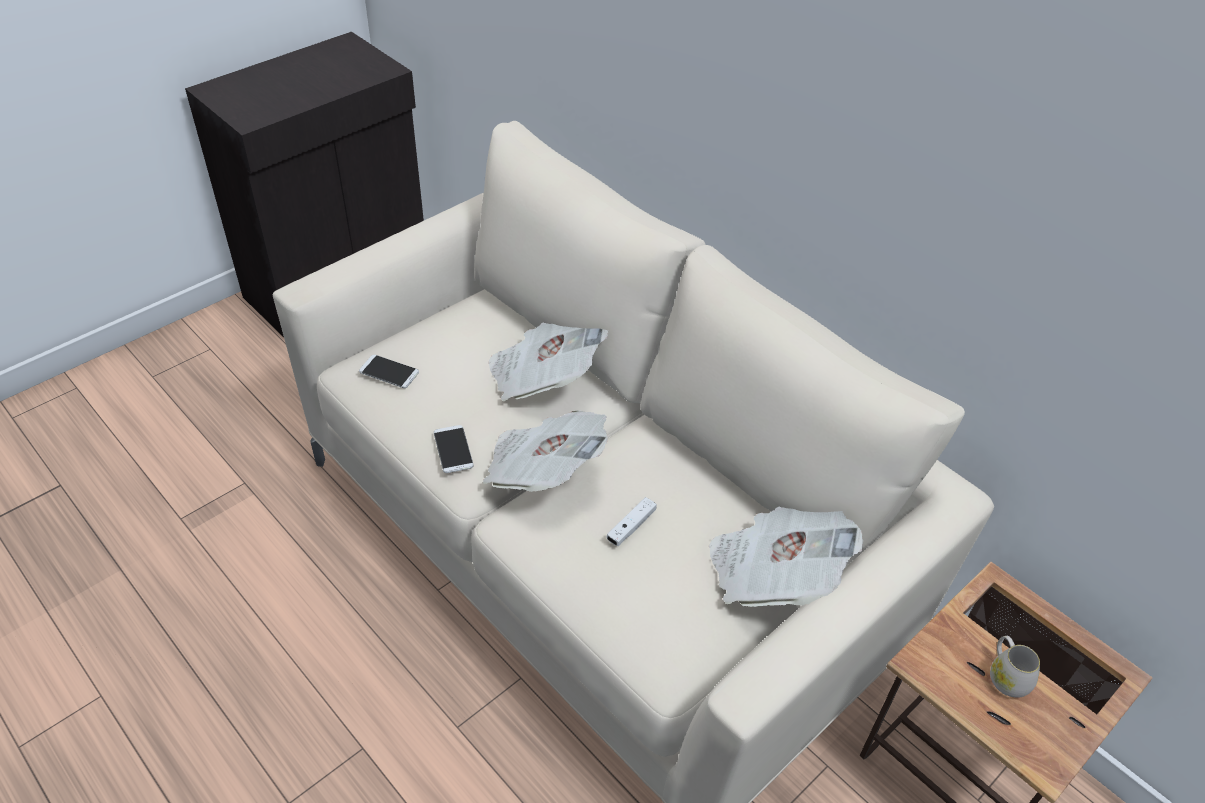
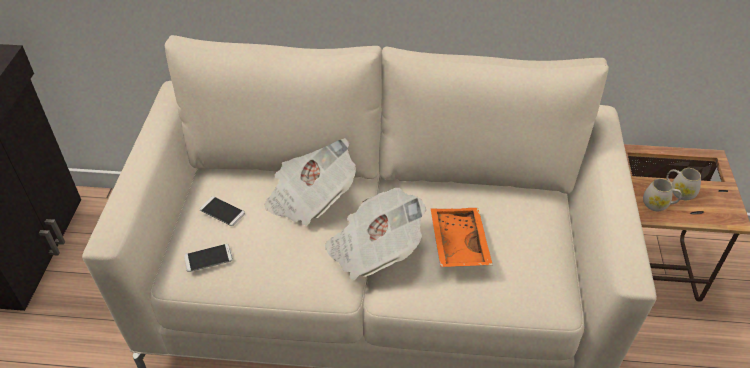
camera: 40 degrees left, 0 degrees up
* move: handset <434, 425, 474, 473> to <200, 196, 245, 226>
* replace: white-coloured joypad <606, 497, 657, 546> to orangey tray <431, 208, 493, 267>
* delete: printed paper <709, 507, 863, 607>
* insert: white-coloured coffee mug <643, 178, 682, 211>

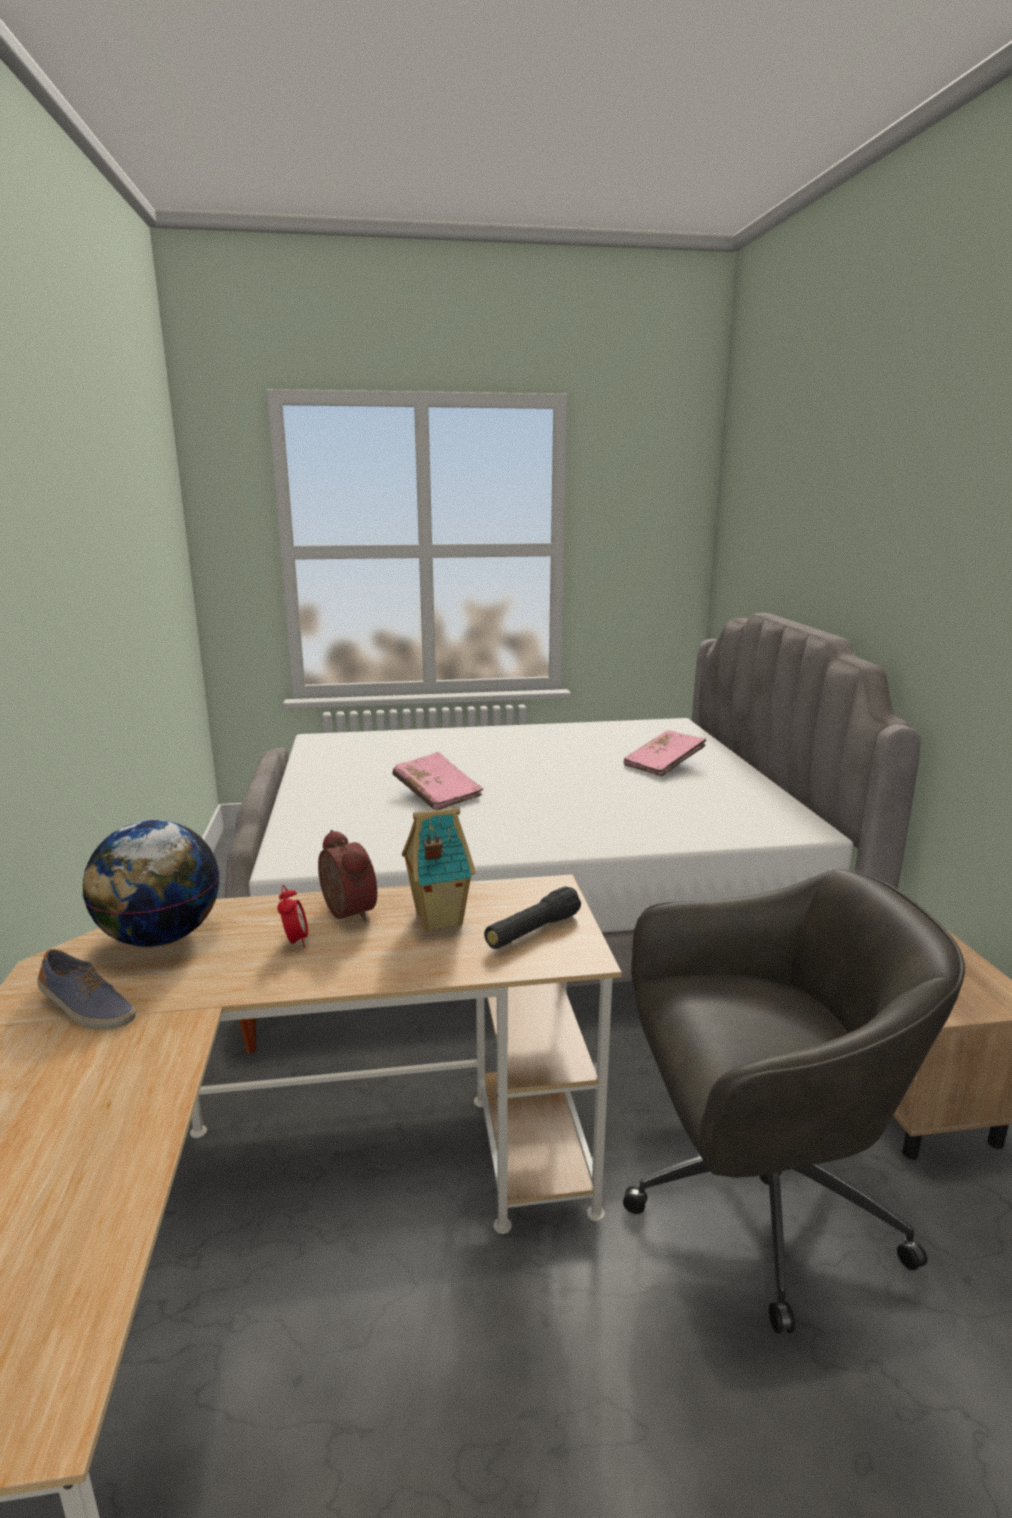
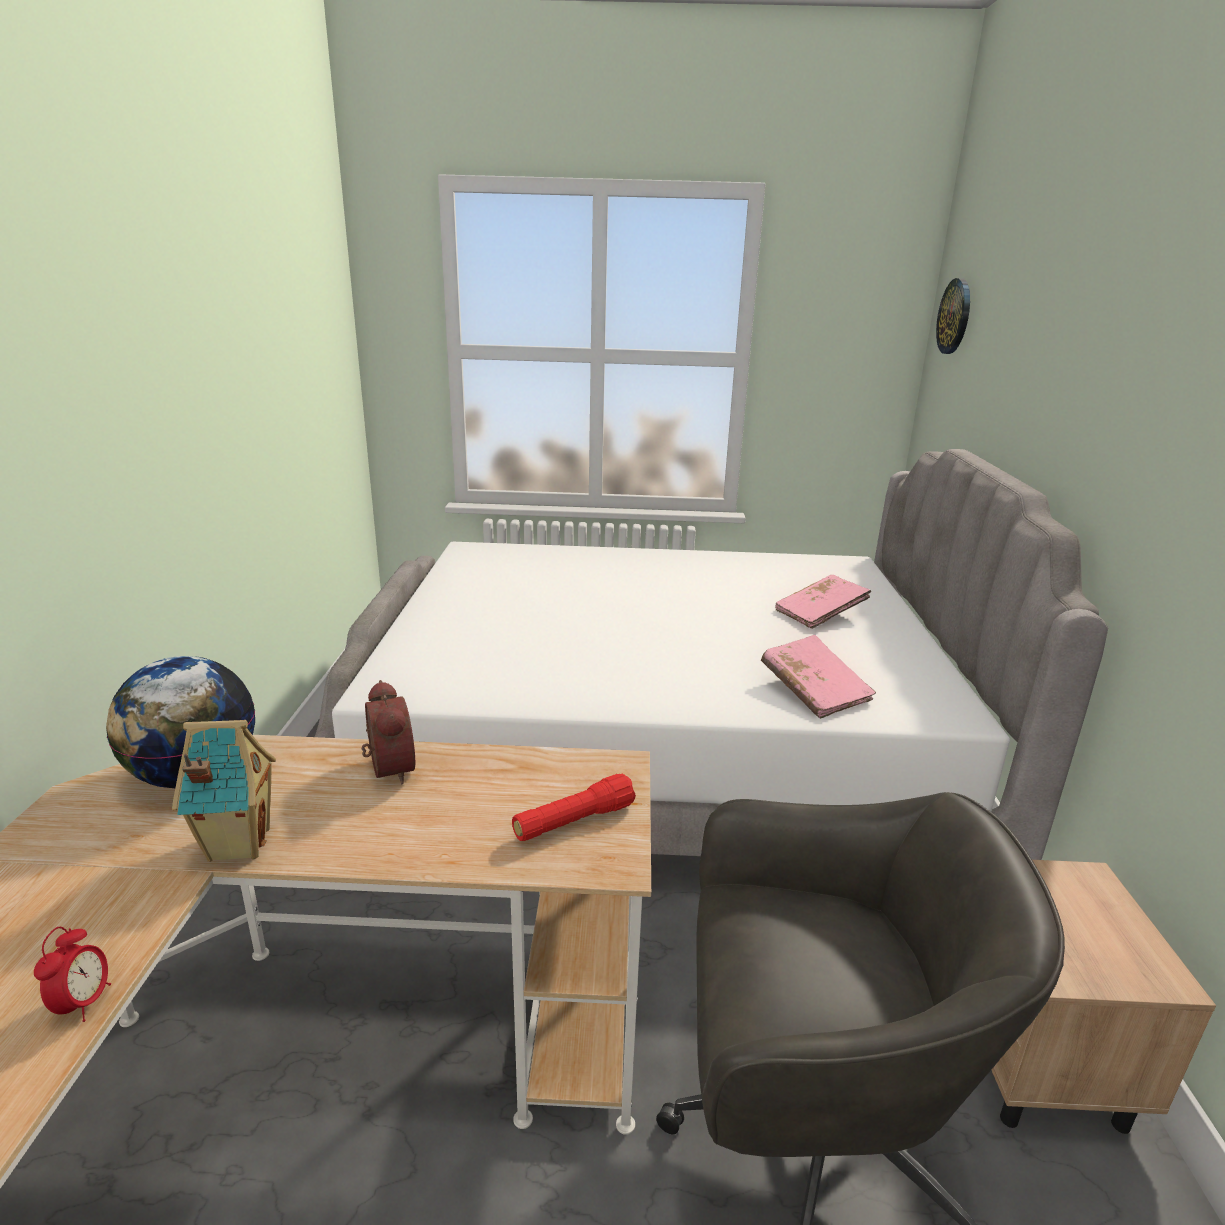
camera: 10 degrees right, 5 degrees up
* move: pinkish bound book <392, 752, 483, 810> to <761, 635, 876, 719>
* move: model house <402, 807, 475, 931> to <172, 720, 276, 862>
* move: table clock <277, 885, 308, 948> to <34, 927, 111, 1022>
* recolor: black hand torch <484, 886, 581, 949> to reddish hand torch <512, 774, 636, 841>
* delete: shoe <37, 949, 136, 1030>
* insert: clock on the wall <936, 278, 970, 354>

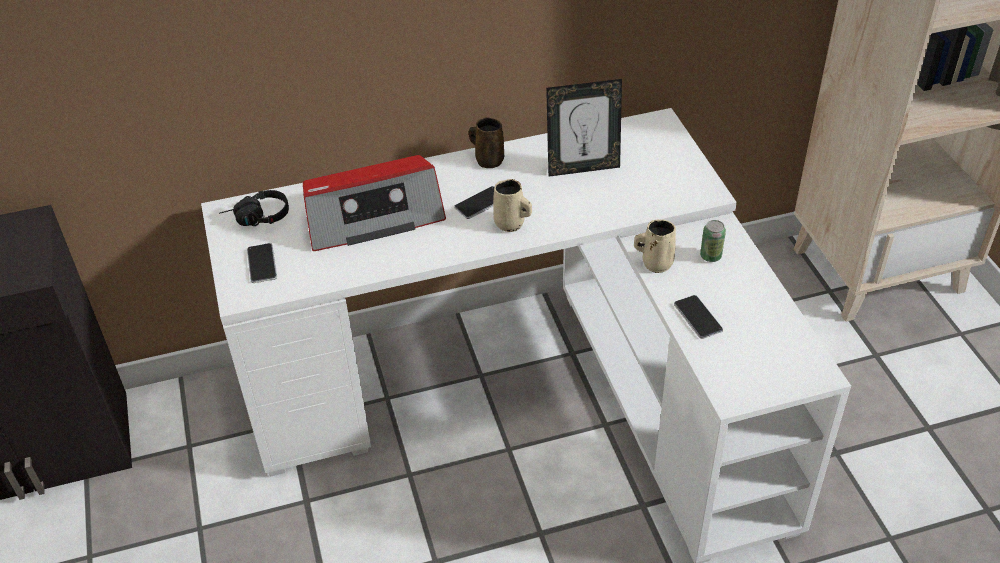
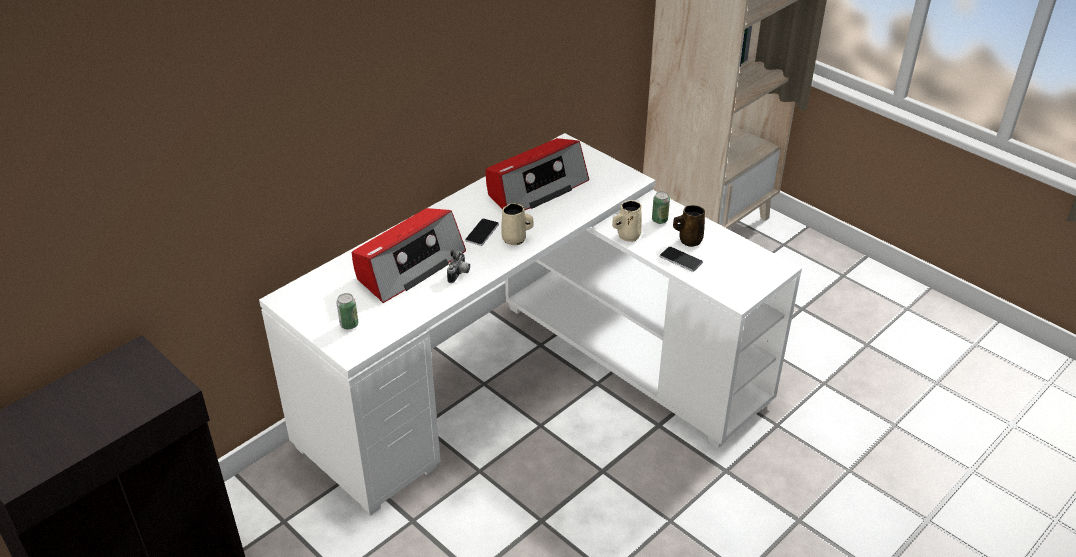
camera: 30 degrees left, 5 degrees down
* replace: photo frame <546, 79, 622, 177> to radio <486, 138, 589, 211>
* move: brown coffee mug <469, 118, 504, 168> to <673, 205, 705, 247>
* delete: black pair of headphones <219, 190, 289, 226>
* replace: handset <247, 243, 277, 283> to can <336, 293, 358, 330>
* insert: still camera <447, 250, 470, 283>

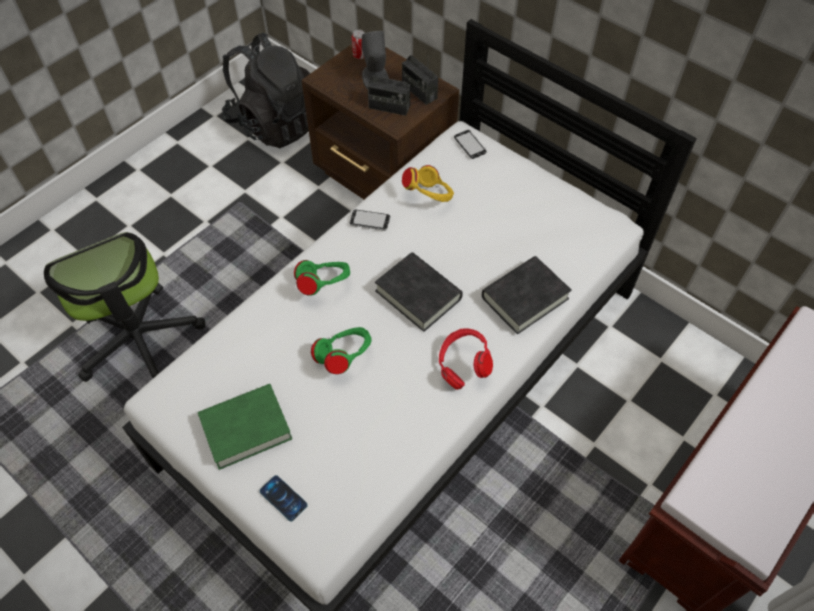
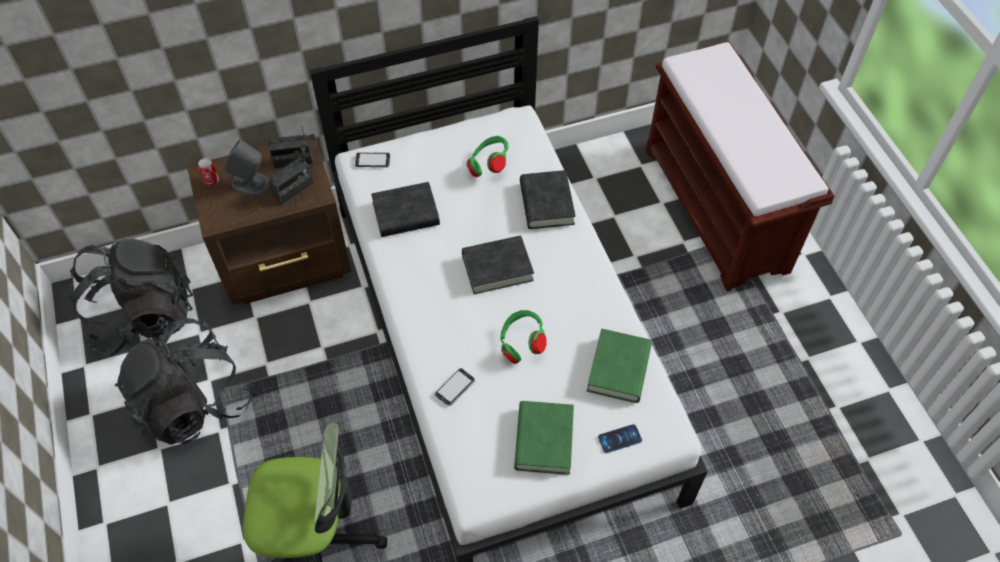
camera: 60 degrees left, 0 degrees up
* replace: yellow pair of headphones <402, 165, 454, 202> to black bound book <371, 182, 440, 237>
* move: handset <349, 209, 390, 231> to <435, 368, 476, 406>
* move: green pair of headphones <294, 260, 350, 296> to <467, 136, 509, 177>
* delete: reddish pair of headphones <439, 328, 493, 390>
* insert: black knapsack <114, 318, 254, 445>
* insert: green bound book <587, 329, 652, 403>

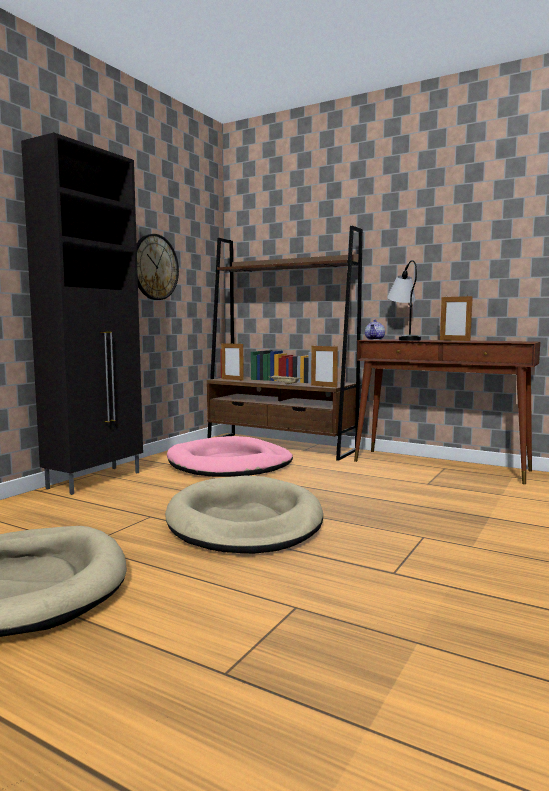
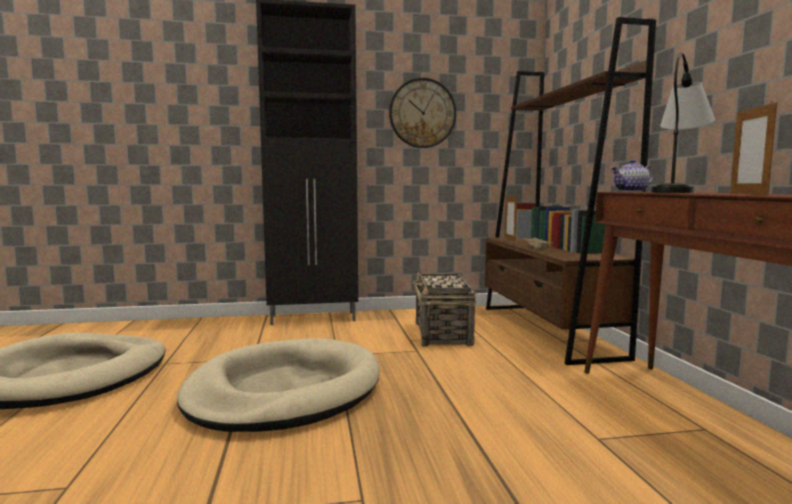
camera: 50 degrees right, 0 degrees up
* delete: photo frame <311, 344, 338, 387>
* replace: pinkish dog cushion <167, 436, 293, 477> to storage basket <412, 269, 476, 347>

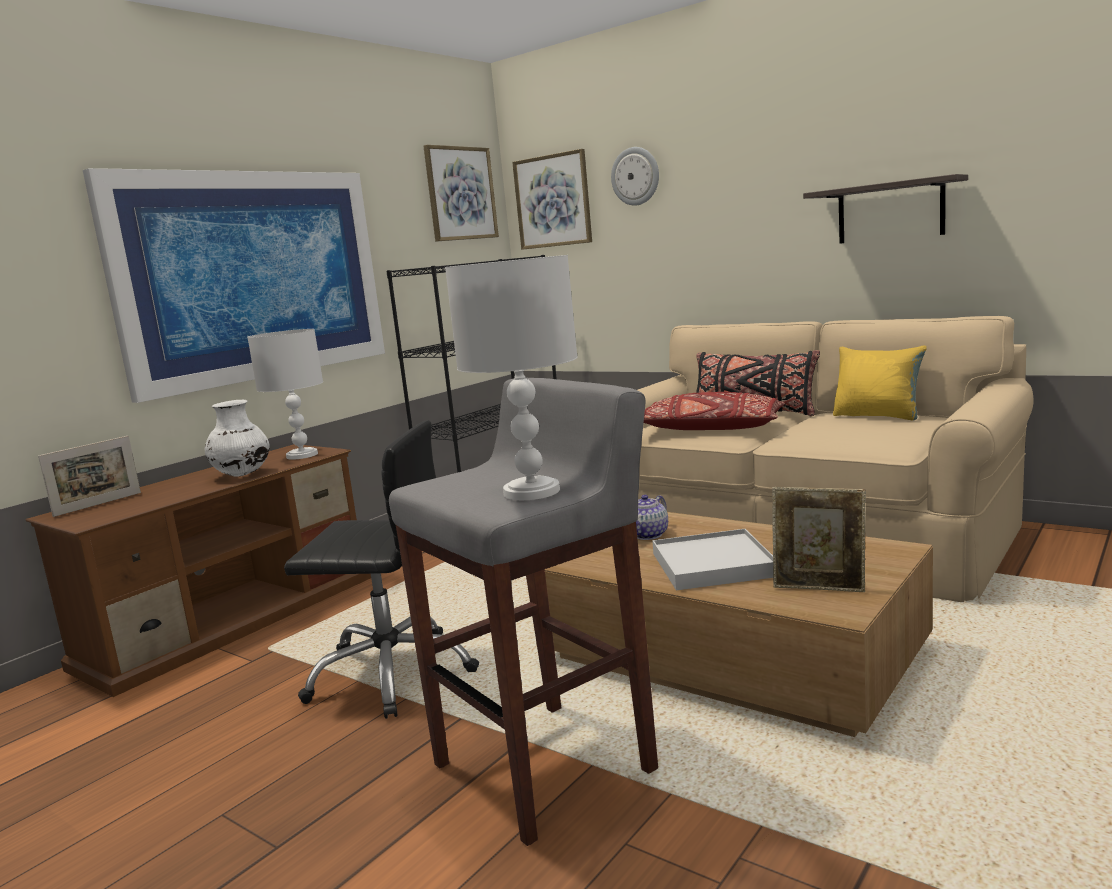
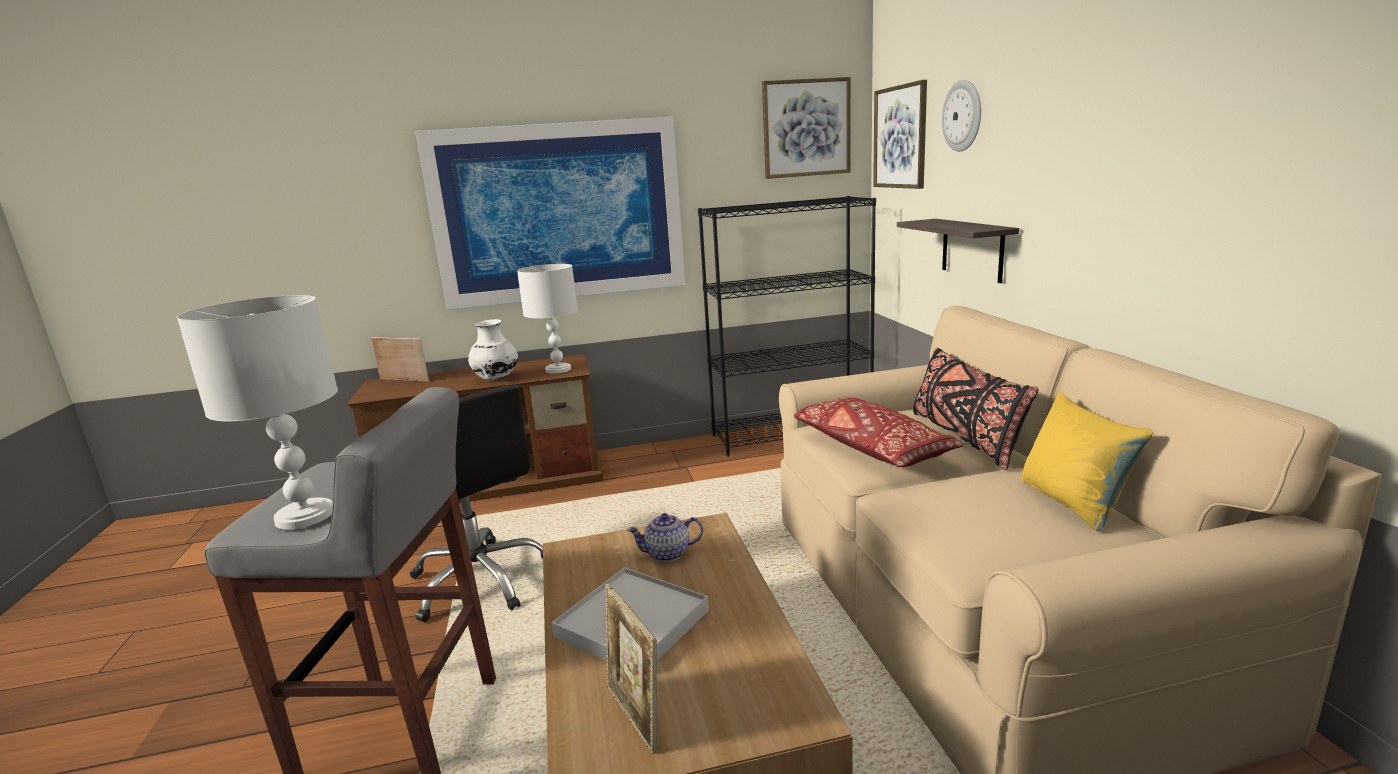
camera: 40 degrees right, 5 degrees up
* move: wall shelf <803, 174, 968, 244> to <897, 219, 1019, 283>
* rotate: photo frame <38, 436, 141, 517> = <371, 337, 429, 382> 150 degrees counterclockwise

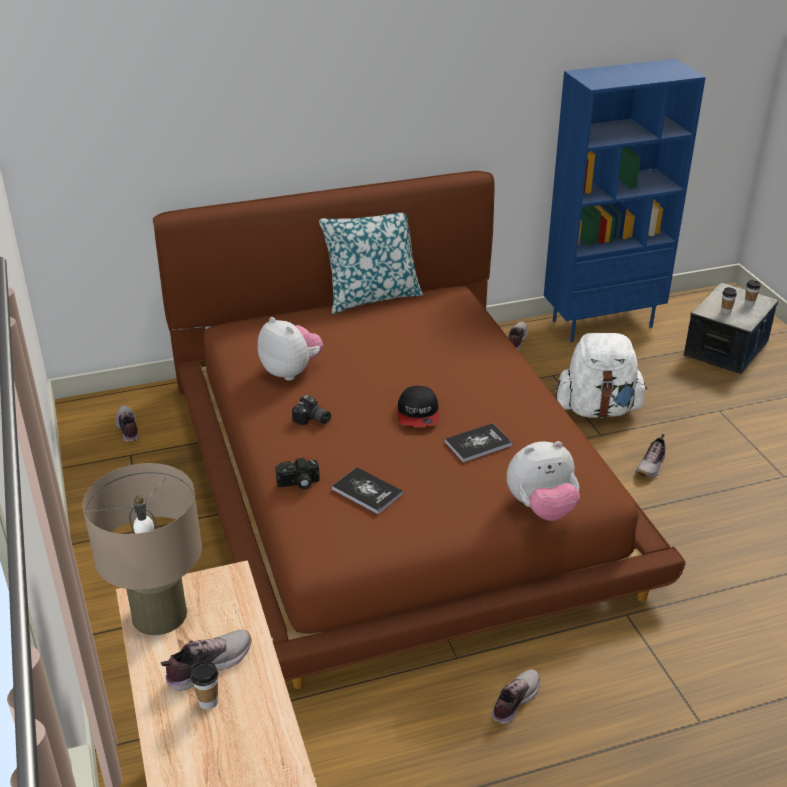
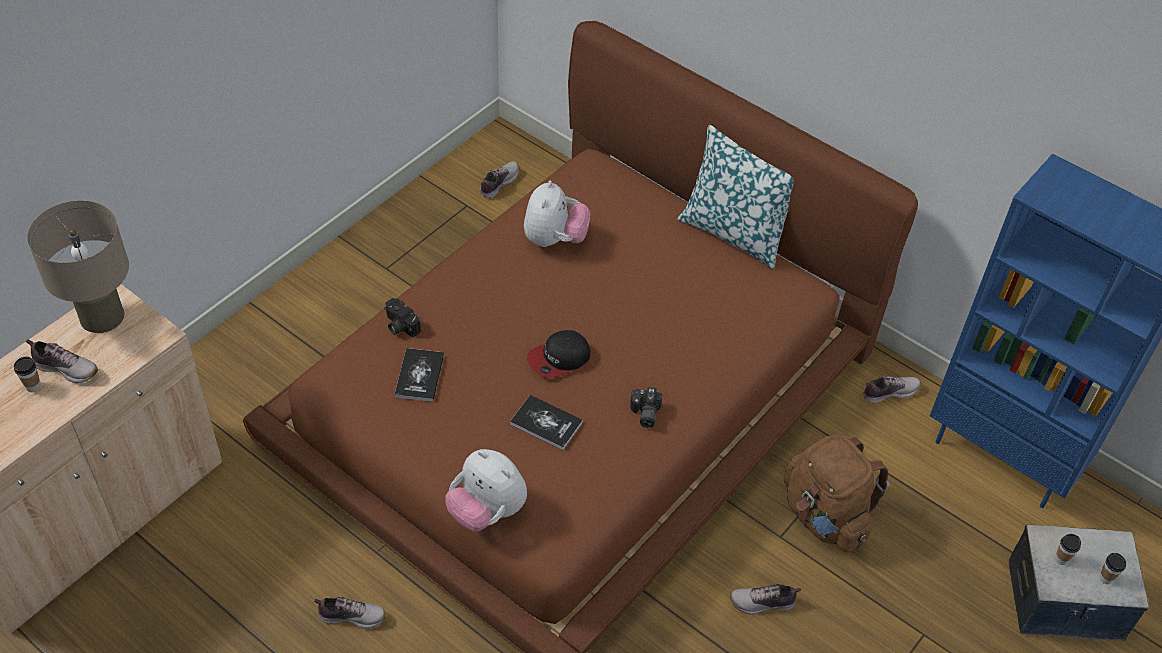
camera: 55 degrees right, 15 degrees up
* recolor: white-coloured knapsack <556, 333, 647, 418> to brown knapsack <784, 435, 889, 553>
* move: still camera <292, 395, 331, 425> to <630, 387, 662, 428>

